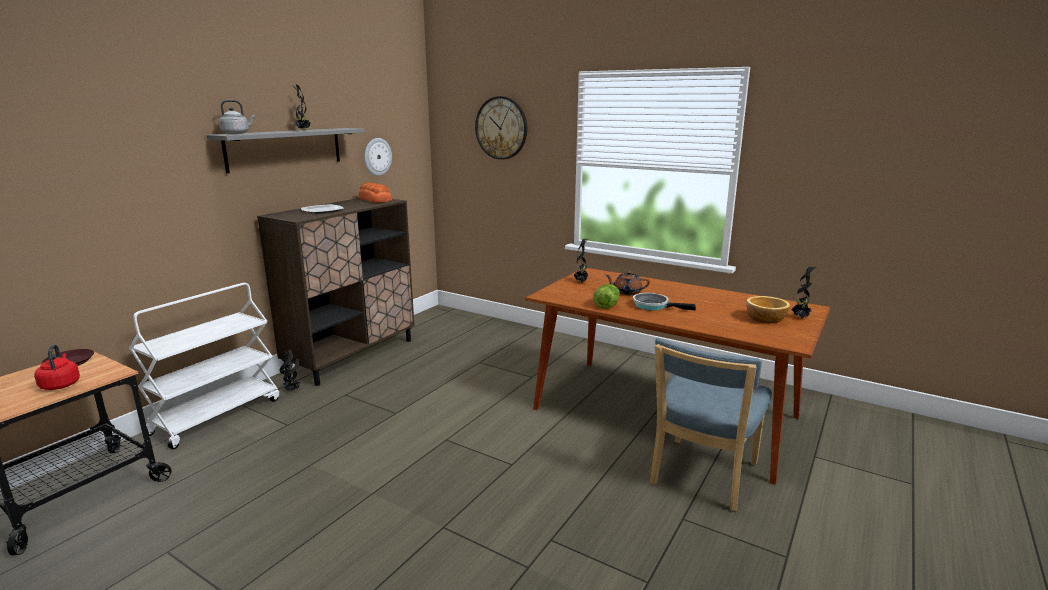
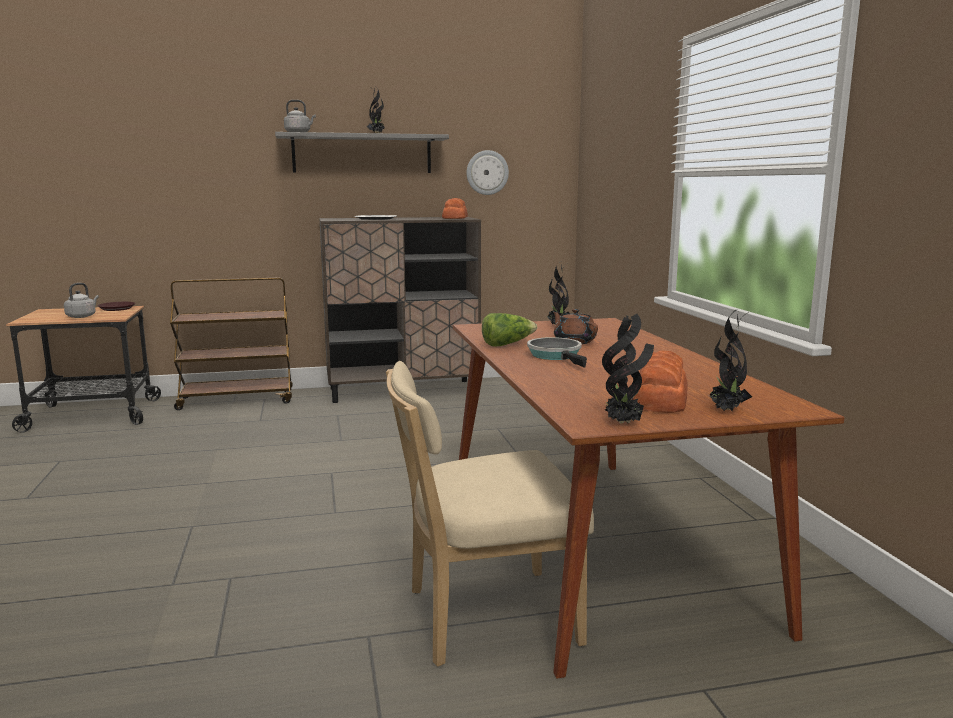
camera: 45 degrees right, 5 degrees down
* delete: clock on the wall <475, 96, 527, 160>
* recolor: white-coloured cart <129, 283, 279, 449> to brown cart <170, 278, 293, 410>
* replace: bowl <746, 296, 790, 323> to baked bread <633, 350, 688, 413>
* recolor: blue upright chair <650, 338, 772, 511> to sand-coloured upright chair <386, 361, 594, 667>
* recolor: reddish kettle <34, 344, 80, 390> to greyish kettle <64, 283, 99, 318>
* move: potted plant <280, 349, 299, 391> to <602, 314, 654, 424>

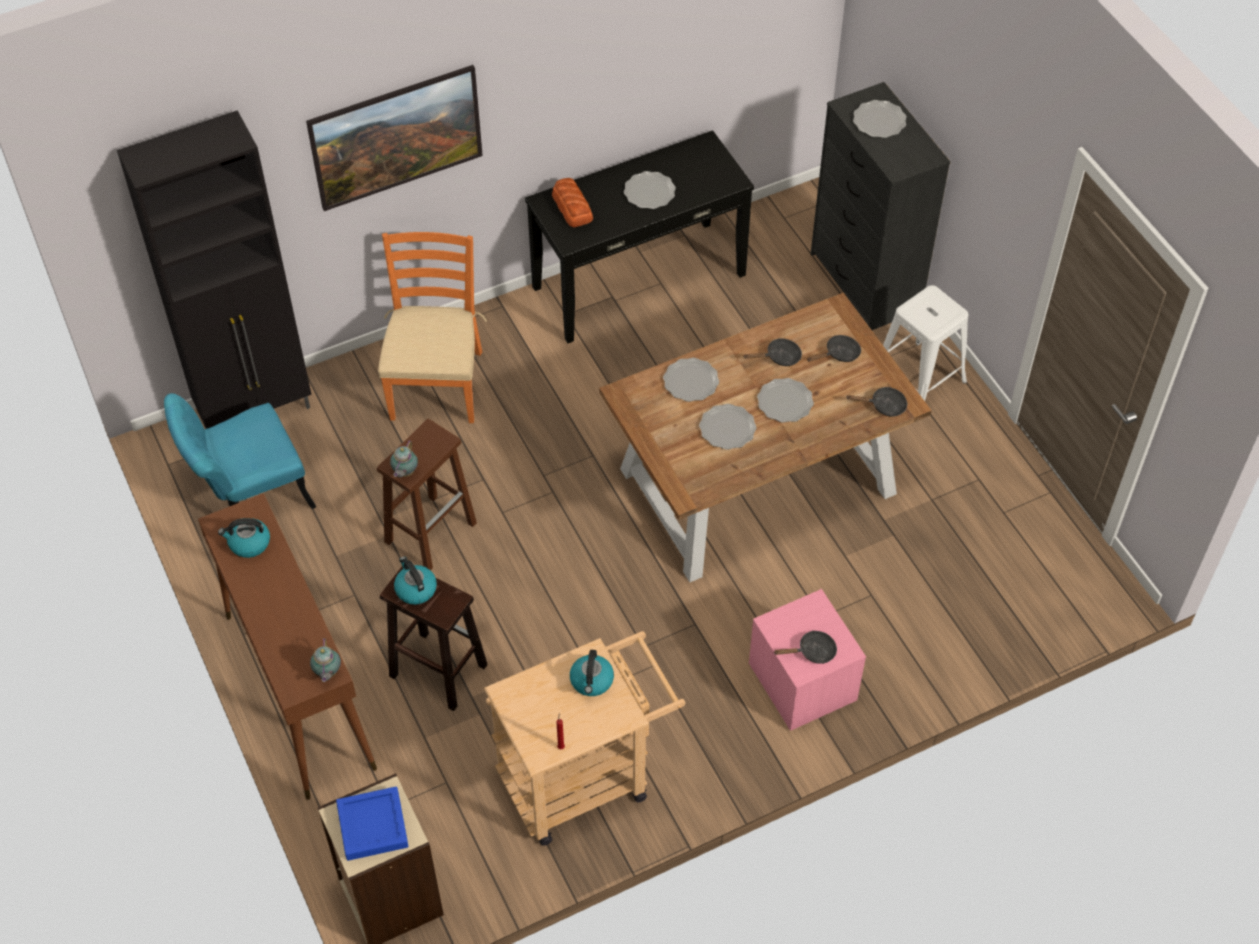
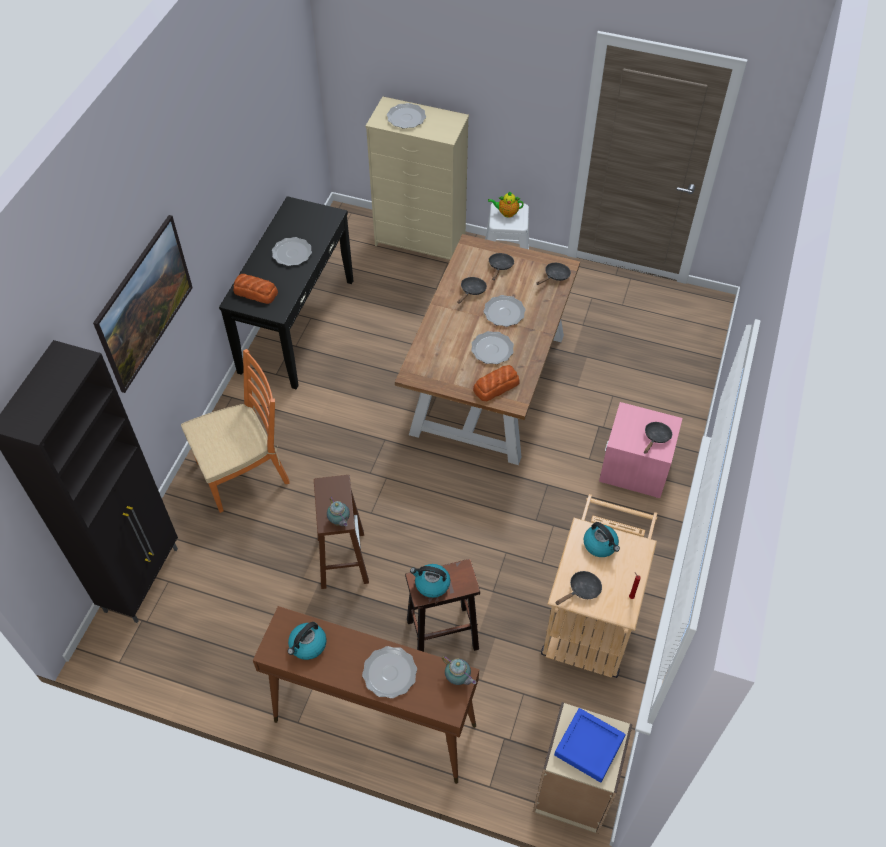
camera: 45 degrees left, 0 degrees up
* recolor: black drawer chest <811, 82, 950, 330> to sand-coloured drawer chest <366, 97, 469, 260>
* rotate: orangey upright chair <378, 232, 487, 423> = <181, 349, 290, 513> 105 degrees clockwise
* move: plate <663, 358, 719, 402> to <362, 646, 417, 698>
* delete: turquoise upright chair <164, 393, 316, 509>
* insert: tea pot <488, 191, 524, 218>
* insert: baked bread <473, 365, 520, 401>
* insert: black skillet <555, 571, 602, 605>

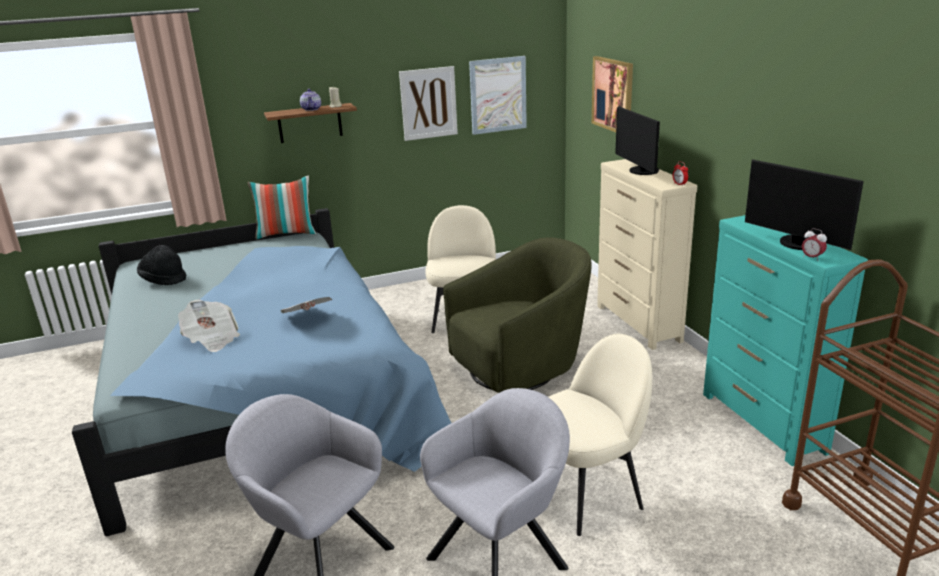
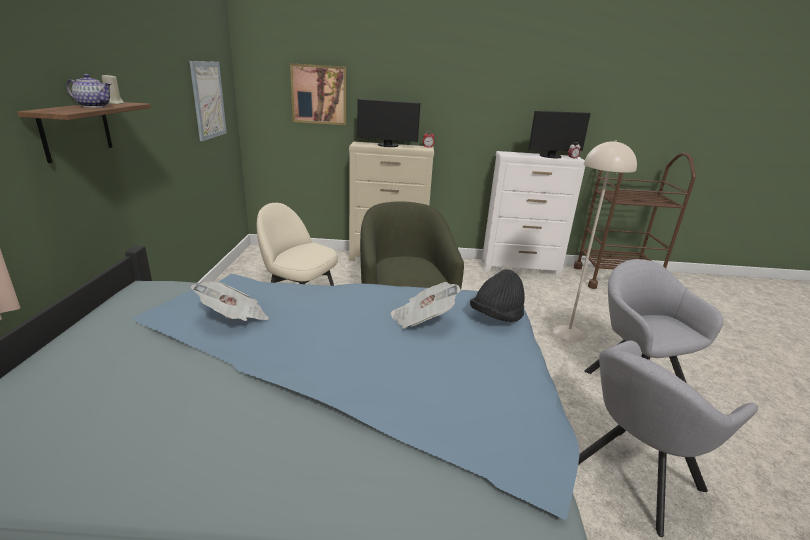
camera: 70 degrees left, 0 degrees up
* delete: wall art <399, 66, 458, 141>
* delete: throw pillow <247, 176, 316, 240>
* recolor: turquoise drawer chest <703, 215, 868, 466> to white-coloured drawer chest <482, 151, 586, 276>
* move: black clothing hat <137, 245, 186, 285> to <470, 269, 525, 322>
* move: printed paper <178, 300, 240, 352> to <191, 282, 269, 321>
* replace: sand-coloured upright chair <549, 334, 652, 536> to sand-coloured standard lamp <553, 140, 637, 342>

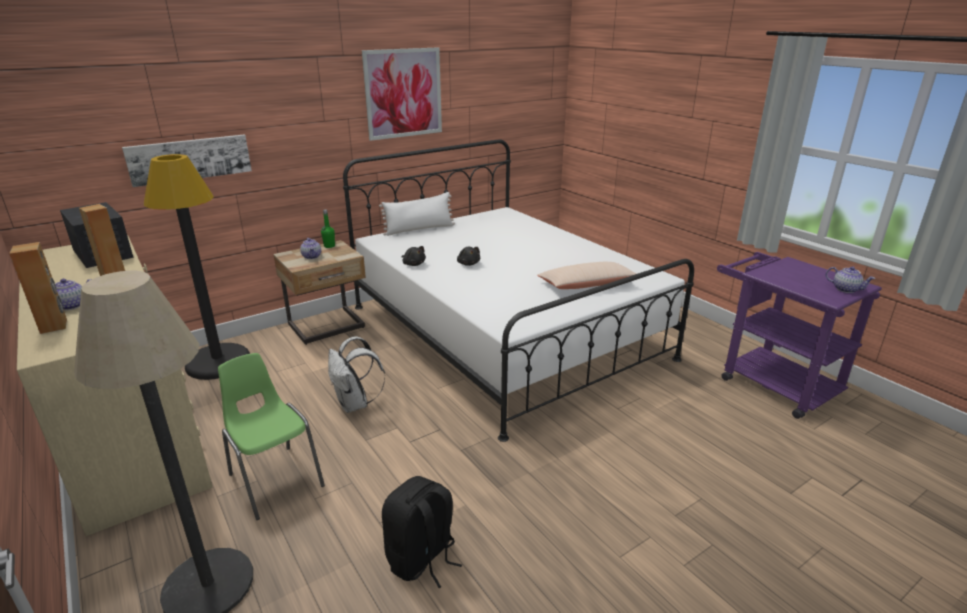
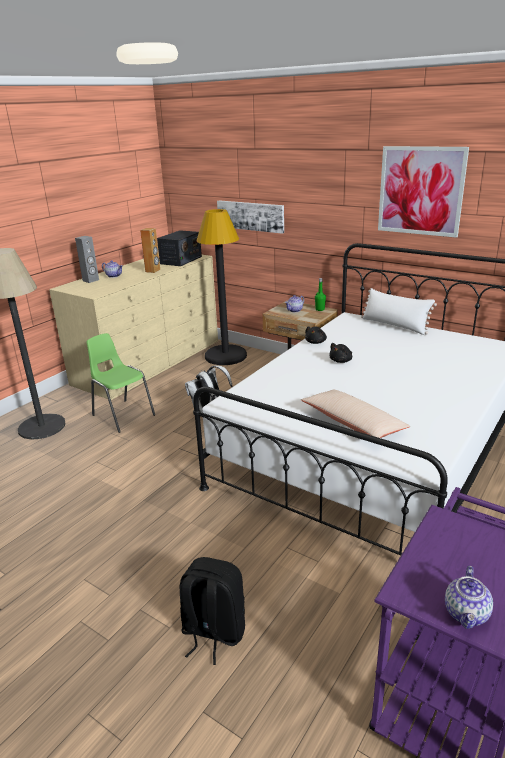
camera: 70 degrees right, 0 degrees up
* recolor: brown loudspeaker <9, 242, 67, 334> to greyish loudspeaker <75, 236, 99, 283>
* rotate: green upright chair <218, 353, 325, 520> = <86, 333, 155, 433> 75 degrees counterclockwise
* move: black knapsack <382, 476, 462, 588> to <180, 557, 245, 665>

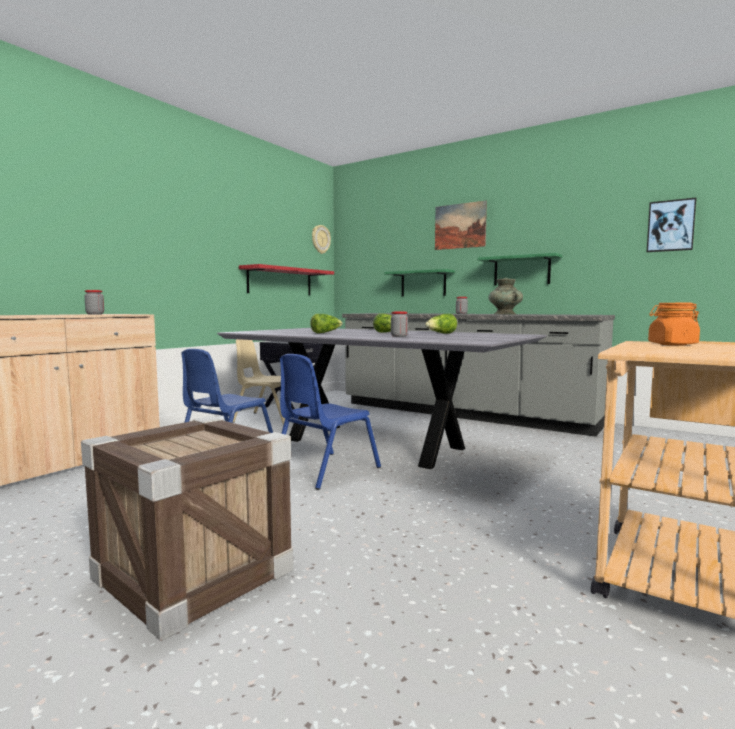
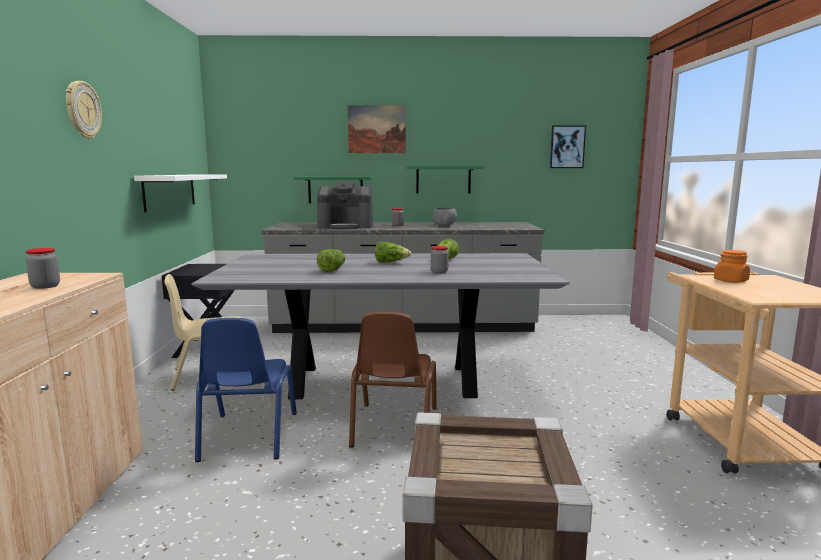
camera: 35 degrees left, 5 degrees up
* move: clock on the wall <312, 225, 331, 254> to <66, 81, 102, 139>
* recolor: reddish wall shelf <239, 264, 334, 295> to white-coloured wall shelf <134, 174, 227, 212>
* replace: turquoise decorative vase <488, 278, 523, 315> to greyish bowl <432, 207, 457, 226>
* recolor: blue upright chair <280, 354, 381, 490> to brown upright chair <349, 312, 437, 448>
* insert: coffee machine <317, 181, 373, 229>

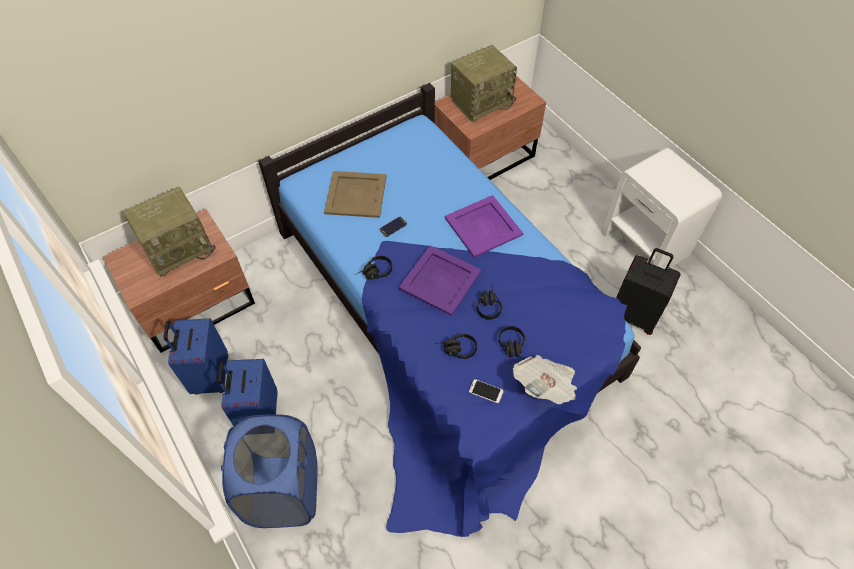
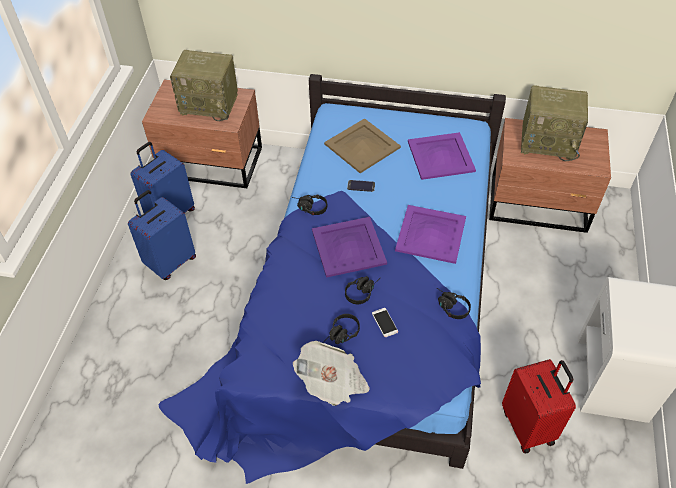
camera: 45 degrees right, 5 degrees down
* recolor: black suitcase <616, 248, 681, 335> to reddish suitcase <502, 359, 576, 454>
* move: black pair of headphones <435, 334, 477, 359> to <437, 288, 471, 319>
* move: handset <469, 379, 504, 403> to <372, 308, 398, 337>
* delete: blue laundry basket <221, 414, 318, 528>
* insert: purplish tray <408, 132, 476, 180>

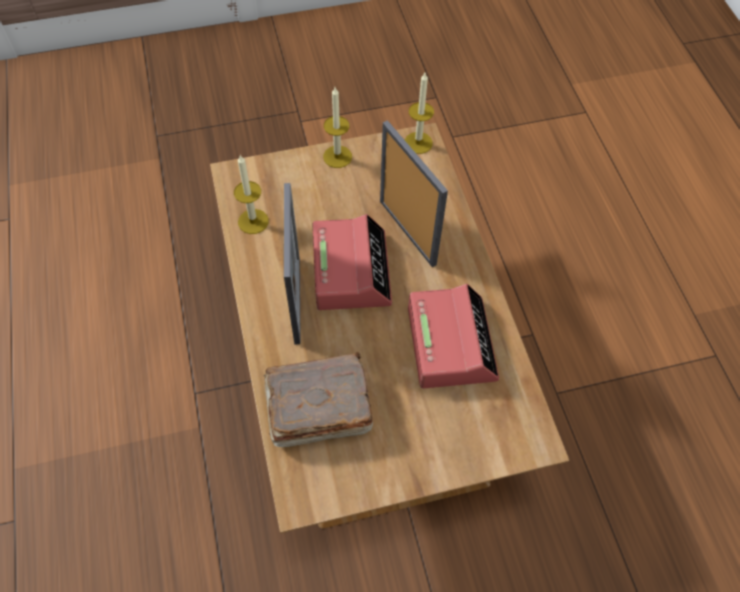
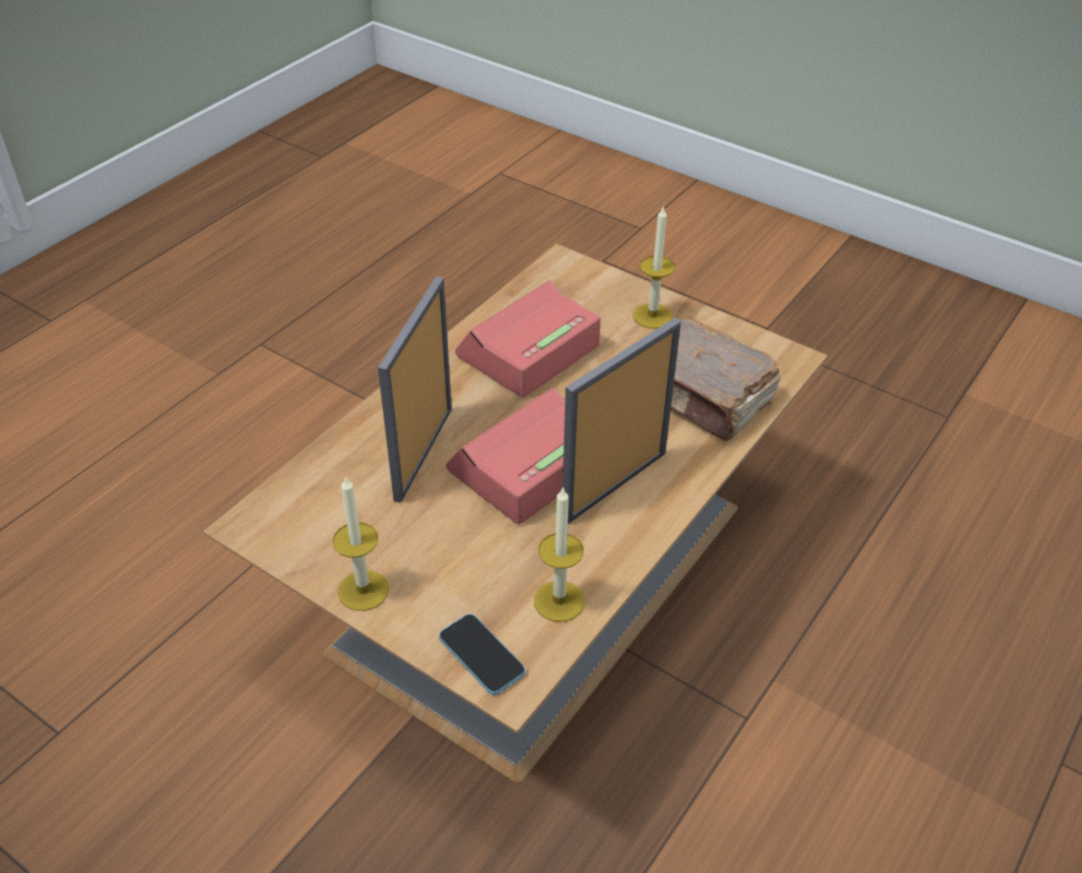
camera: 130 degrees left, 15 degrees down
* move: wax light <405, 73, 434, 154> to <633, 205, 675, 329>
* insert: handset <439, 614, 526, 695>

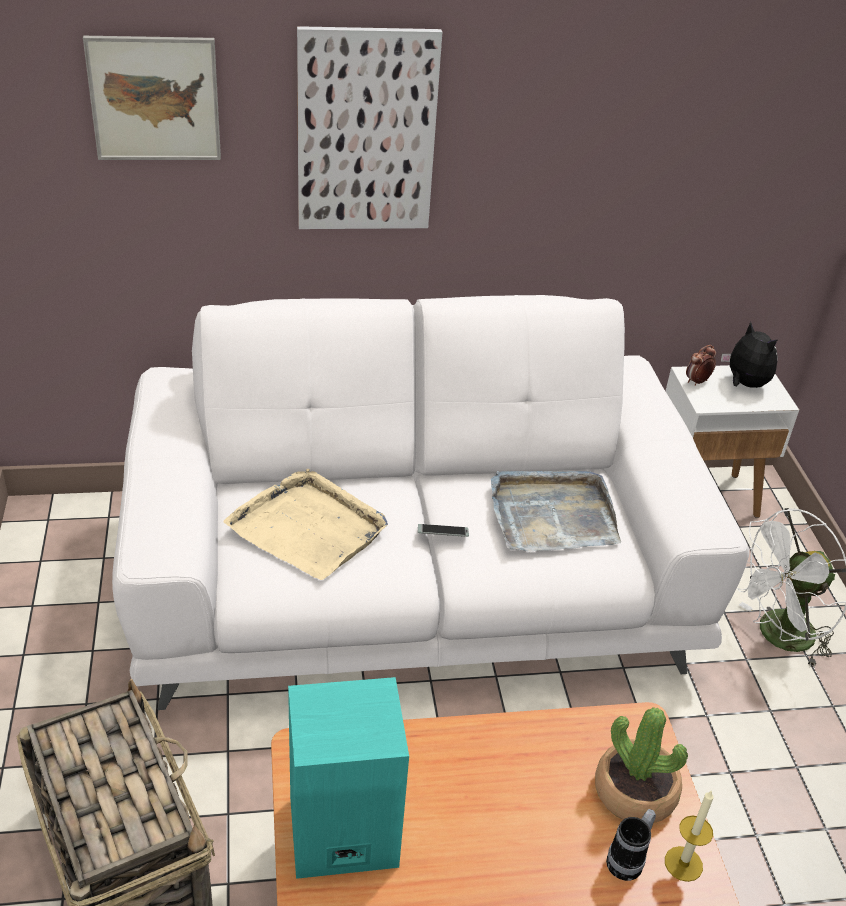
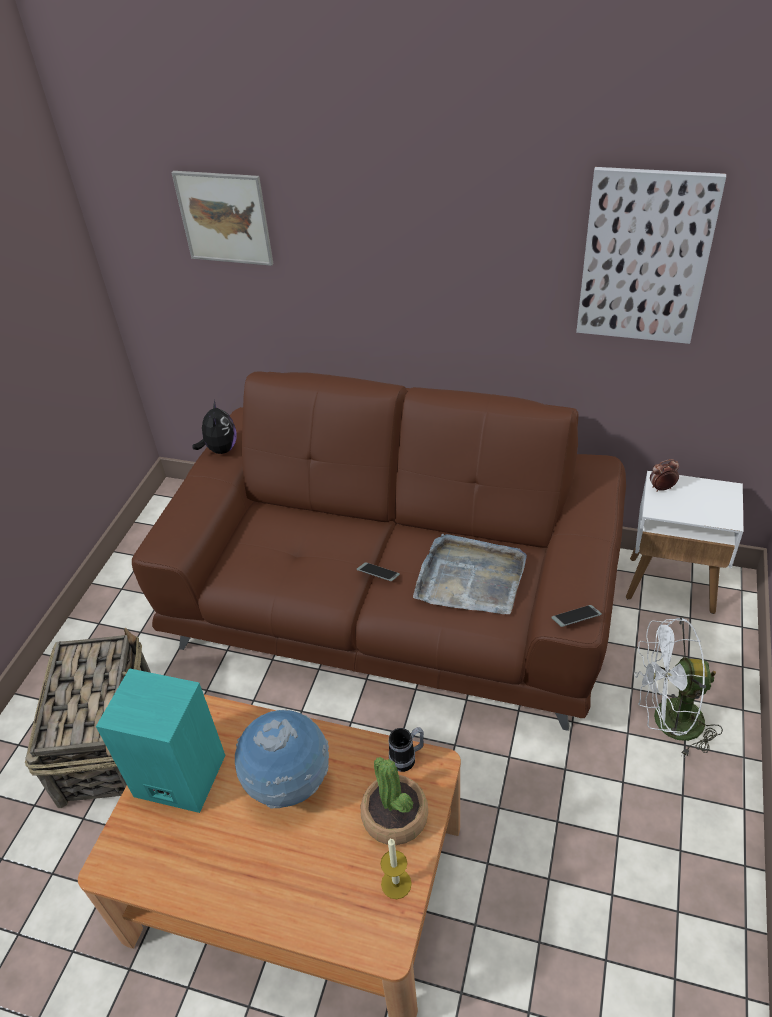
camera: 30 degrees right, 5 degrees up
* move: wall art <297, 26, 442, 229> to <576, 167, 726, 344>
* recolor: white-coloured couch <112, 295, 749, 710> to brown couch <132, 371, 626, 731>
* move: plush toy <721, 322, 778, 388> to <192, 400, 237, 454>
* delete: sand-coloured tray <223, 469, 388, 580>
* move: coffee mug <606, 809, 656, 881> to <389, 727, 424, 772>
* insert: handset <551, 605, 602, 627>
* insert: globe <235, 709, 329, 808>

